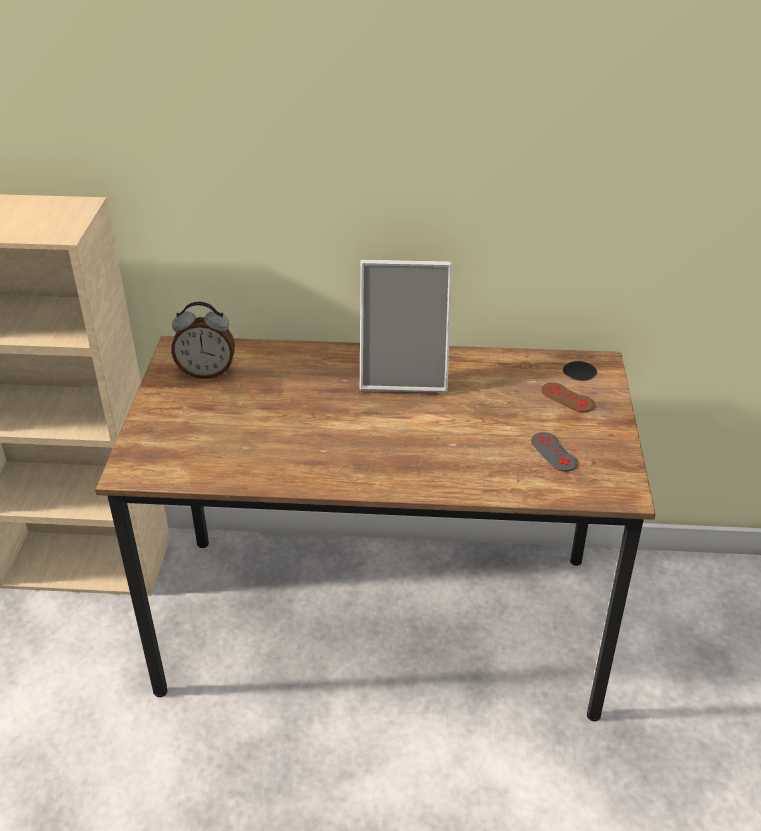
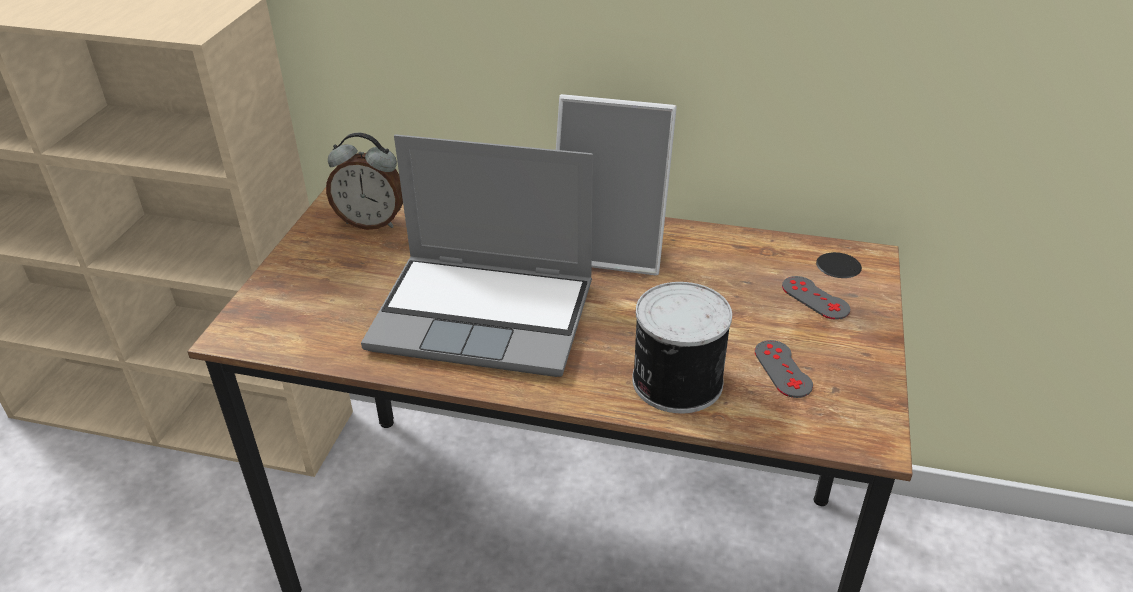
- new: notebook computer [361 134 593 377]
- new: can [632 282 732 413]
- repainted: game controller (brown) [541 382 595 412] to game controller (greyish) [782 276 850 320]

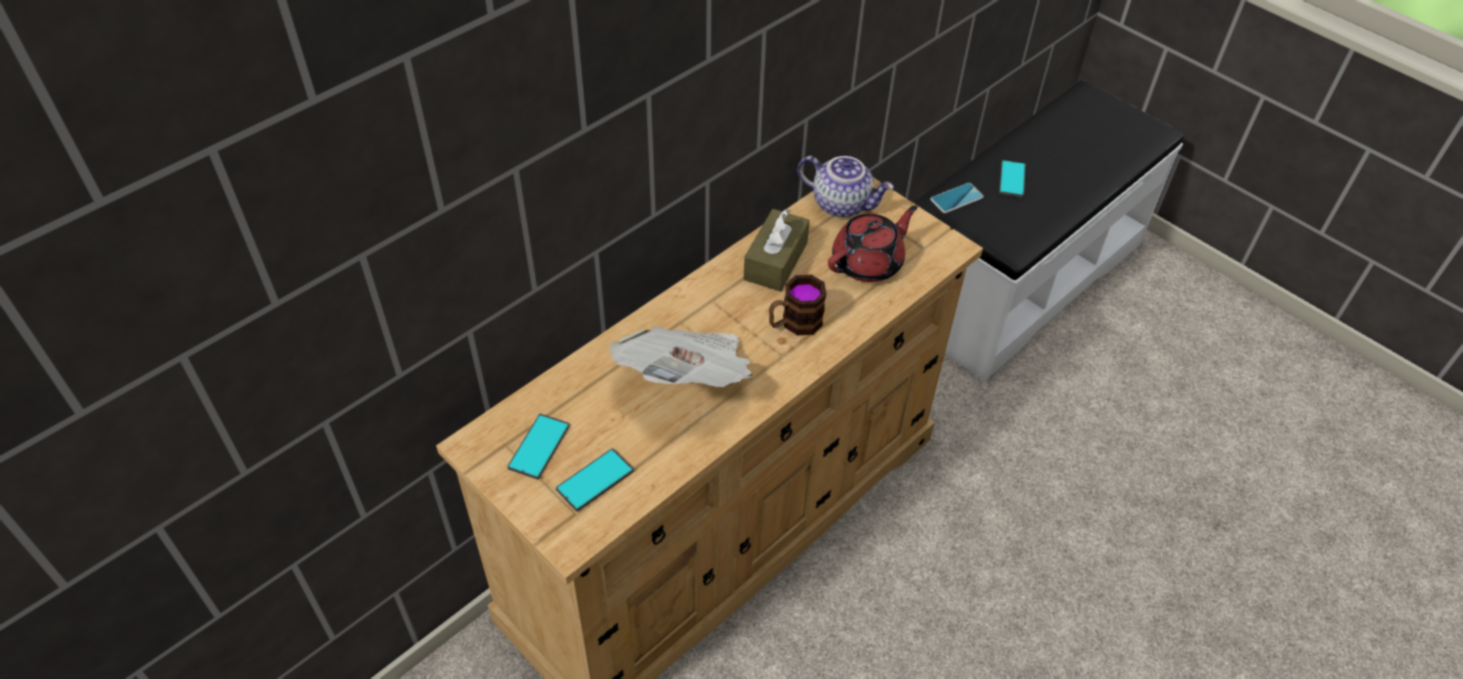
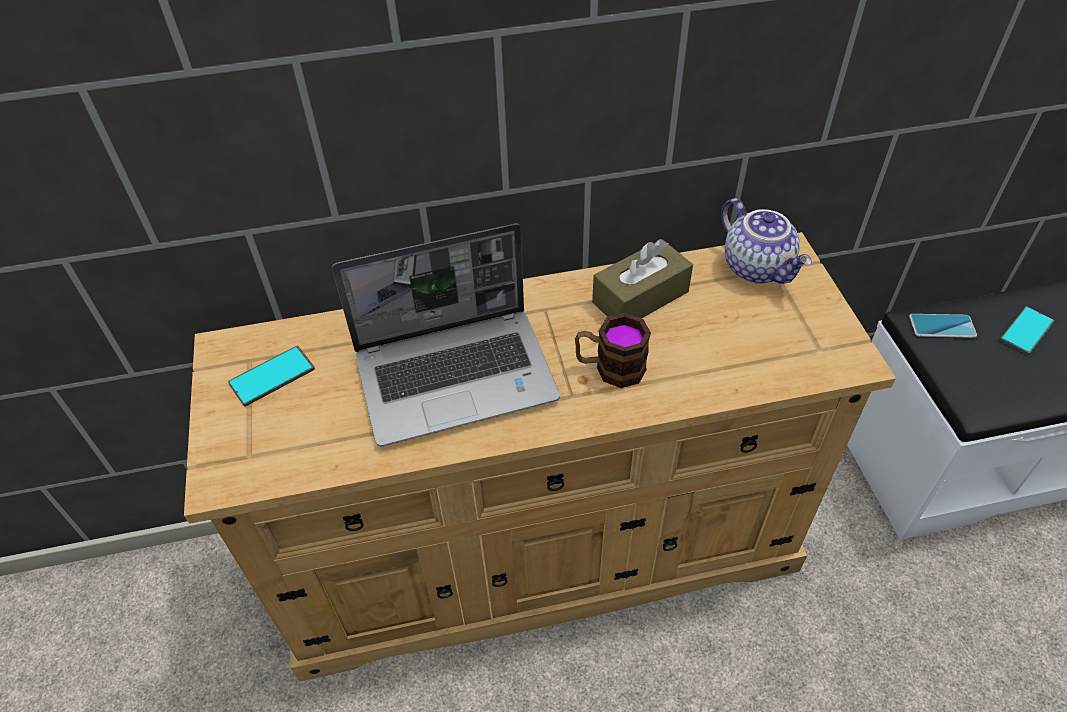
- gone: handset [556 448 634 511]
- gone: tea pot (reddish) [828 205 918 282]
- swapped: printed paper [609 326 753 387] to notebook computer [332 224 560 446]

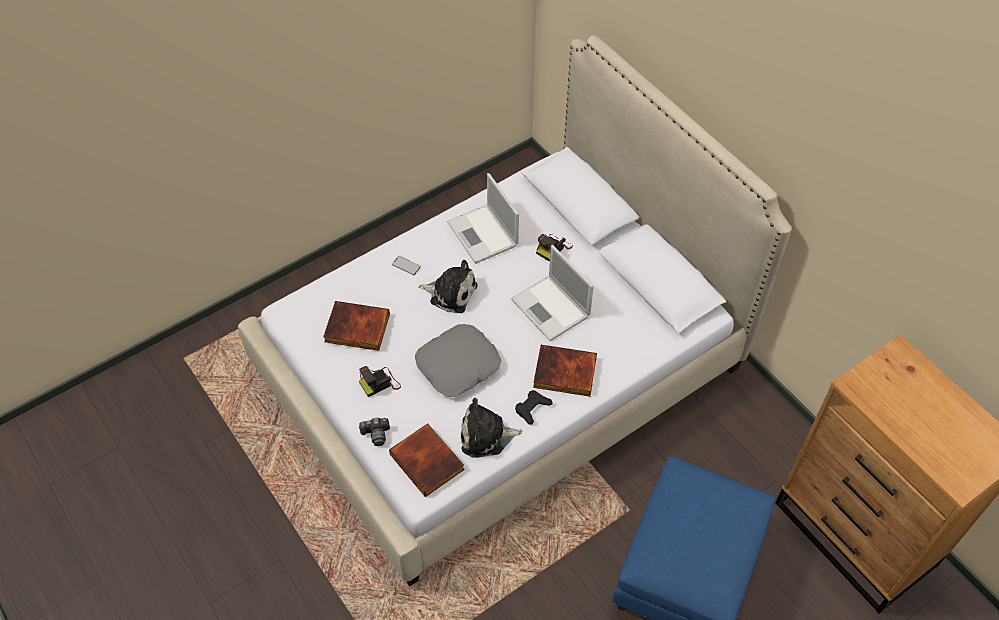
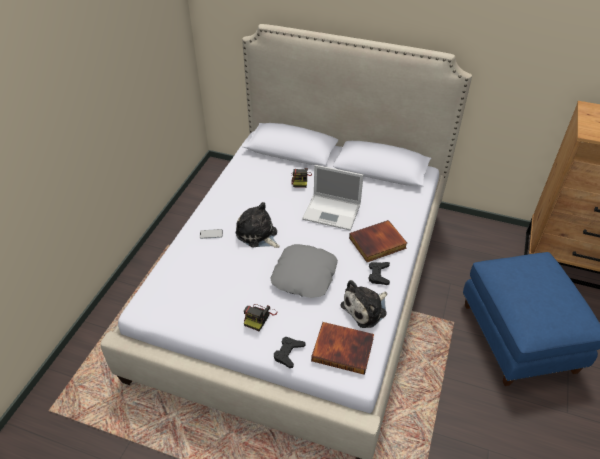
- gone: volume [323 301 390 351]
- gone: notebook computer [447 173 519 264]
- swapped: photo camera [359 418 390 446] to game controller (black-coloured) [274 337 306 368]
- rotated: cuddly toy [419 260 477 313] = [236 202 280 248] 120 degrees counterclockwise

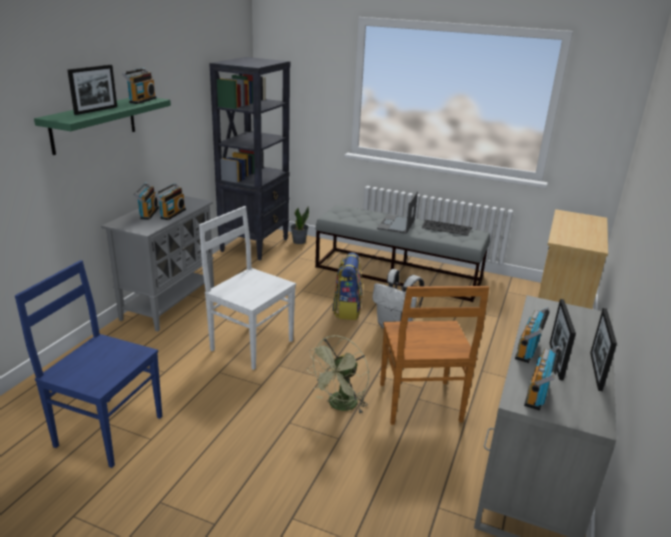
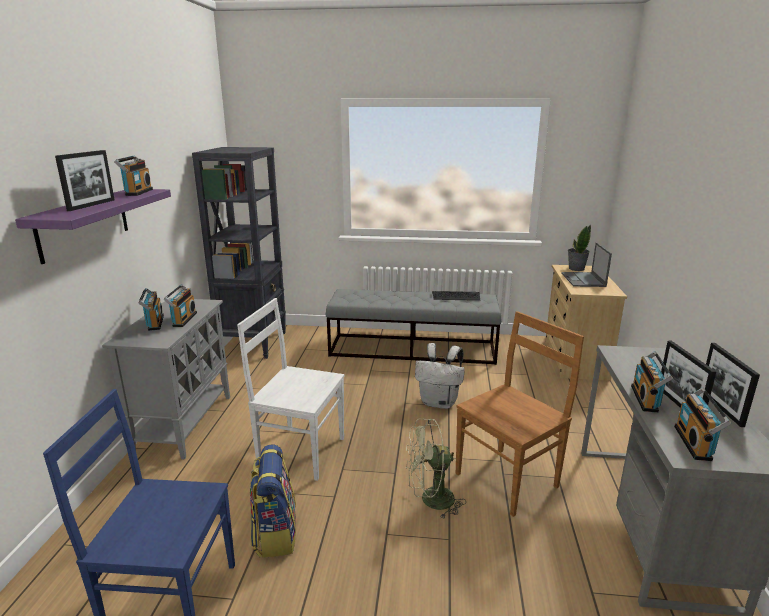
- shifted: potted plant [291 206 309 244] to [568 225 591 271]
- shifted: knapsack [332 253 363 320] to [250 444 296 558]
- shifted: notebook computer [377 191 418 234] to [561 242 612 287]
- repainted: shelf (green) [34 98 171 155] to shelf (purplish) [15 189 171 264]
- rotated: cooling fan (green) [307 335 369 414] = [406 419 466 520] 60 degrees clockwise
- rotated: upright chair (brown) [380 286 489 425] = [456 311 584 517] 105 degrees counterclockwise

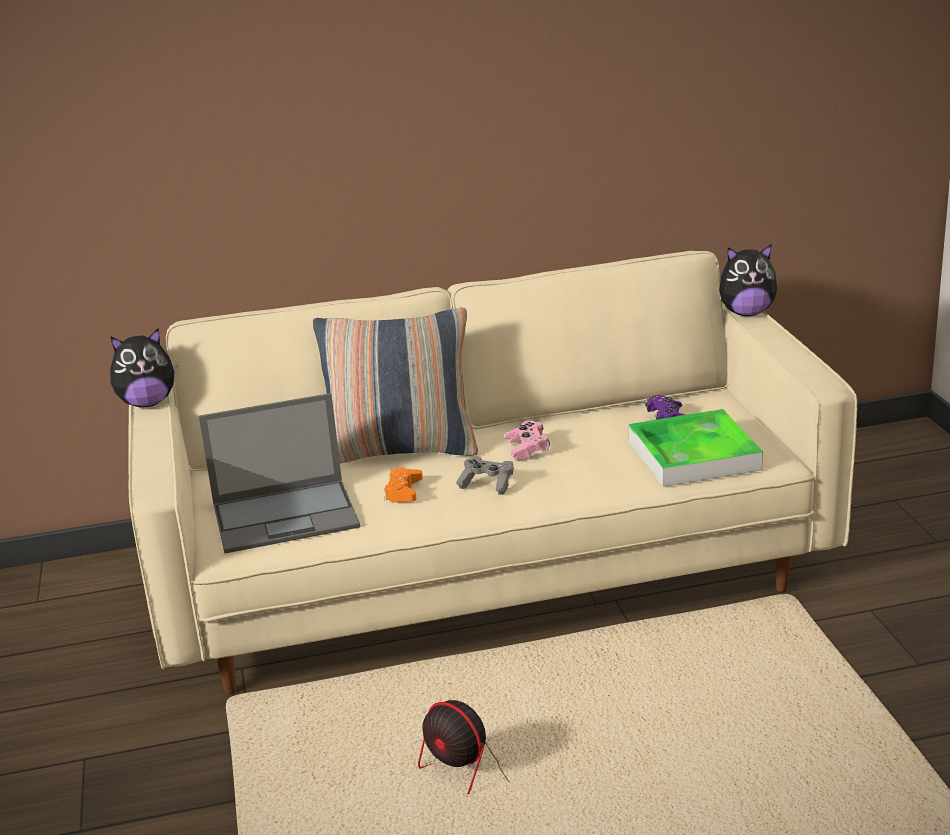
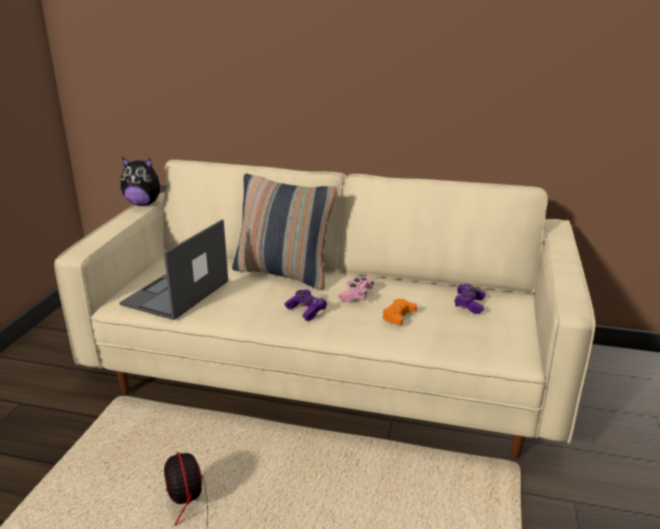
- gone: carrying tray [629 409 763 487]
- gone: cuddly toy [719 245 778 316]
- shifted: game controller (orange) [384 468 423 503] to [382 299 417 325]
- repainted: game controller (greyish) [456 456 514 495] to game controller (purplish) [284 290 327 321]
- rotated: notebook computer [199 393 360 553] = [119 220 228 320] 105 degrees clockwise

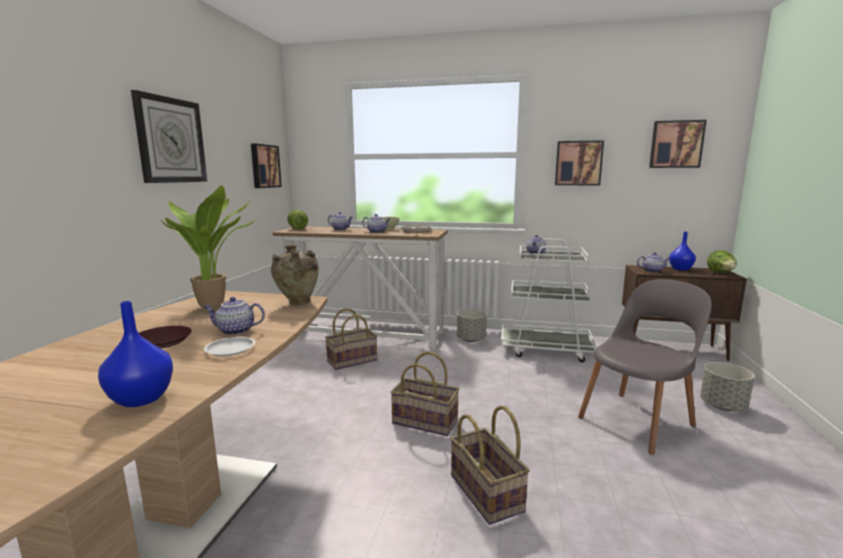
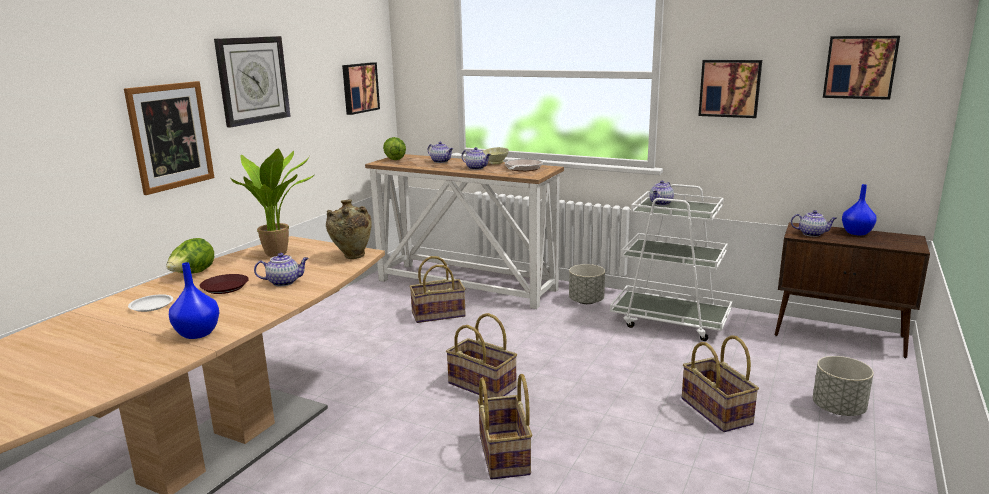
- new: wall art [124 81 214 195]
- shifted: dinner plate (white) [204 337 255 356] to [128 294 173 312]
- shifted: head of lettuce [707 250 737 273] to [166 238 214 274]
- swapped: upright chair (greyish) [578 279 712 455] to household basket [682 335 759 432]
- rotated: tea pot [204 297 265 335] = [254 253 309 286] 150 degrees clockwise

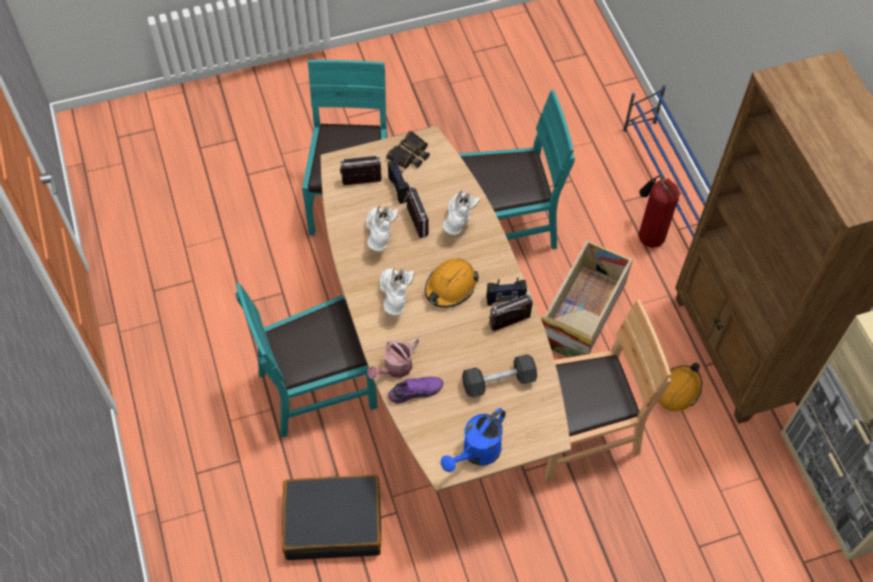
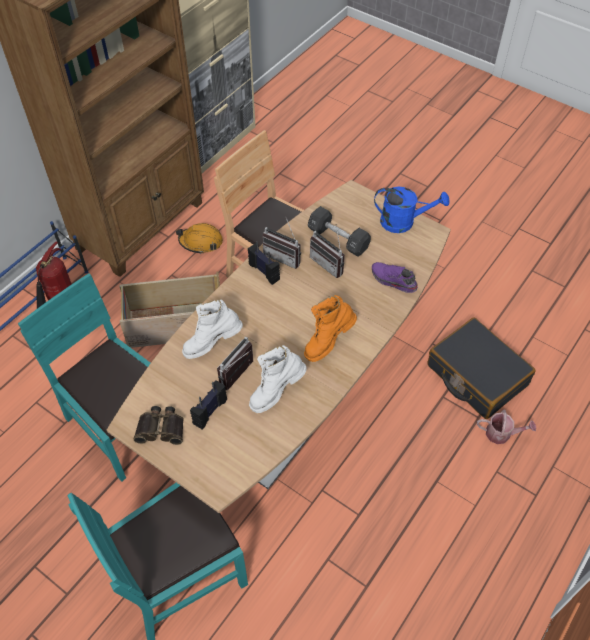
- gone: upright chair (turquoise) [235 283 378 438]
- gone: work helmet (orange) [425 258 479 308]
- shifted: radio receiver [340 155 382 186] to [310 224 345 278]
- shifted: watering pot [367 338 419 379] to [477 409 536 444]
- repainted: boot (white) [379 267 414 316] to boot (orange) [304 295 357 362]

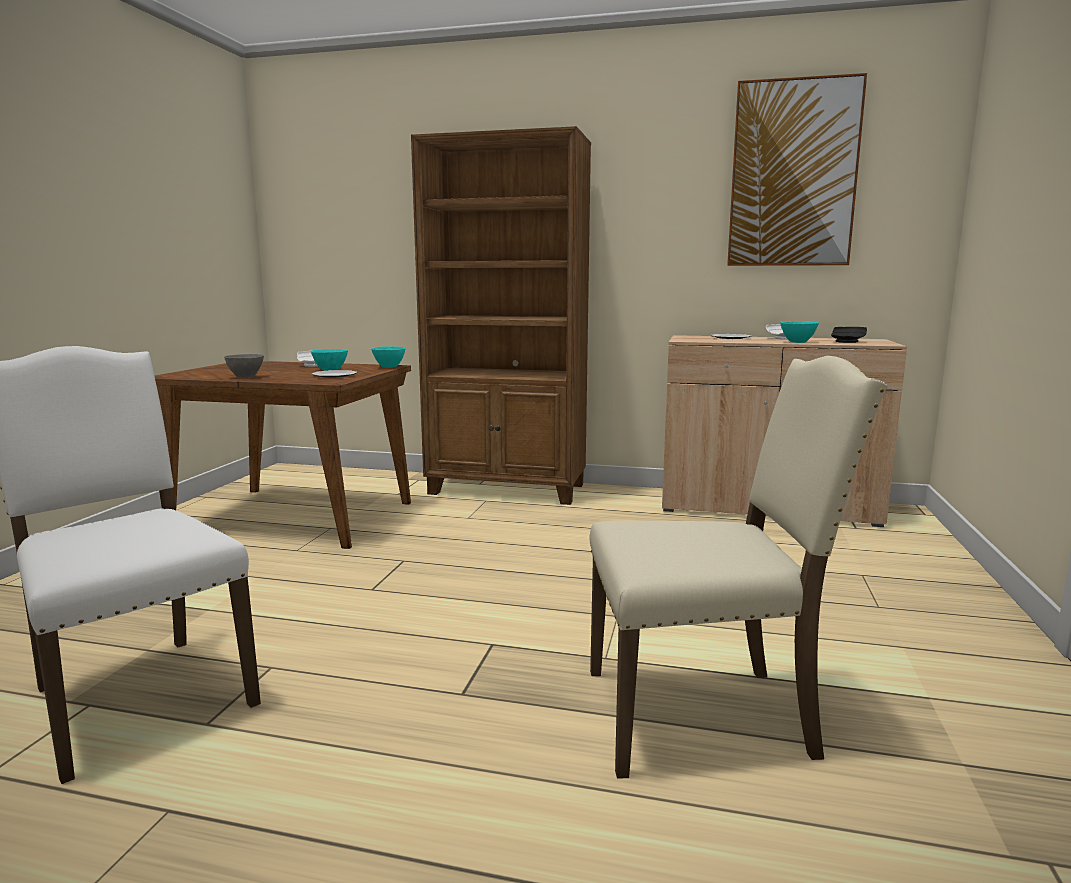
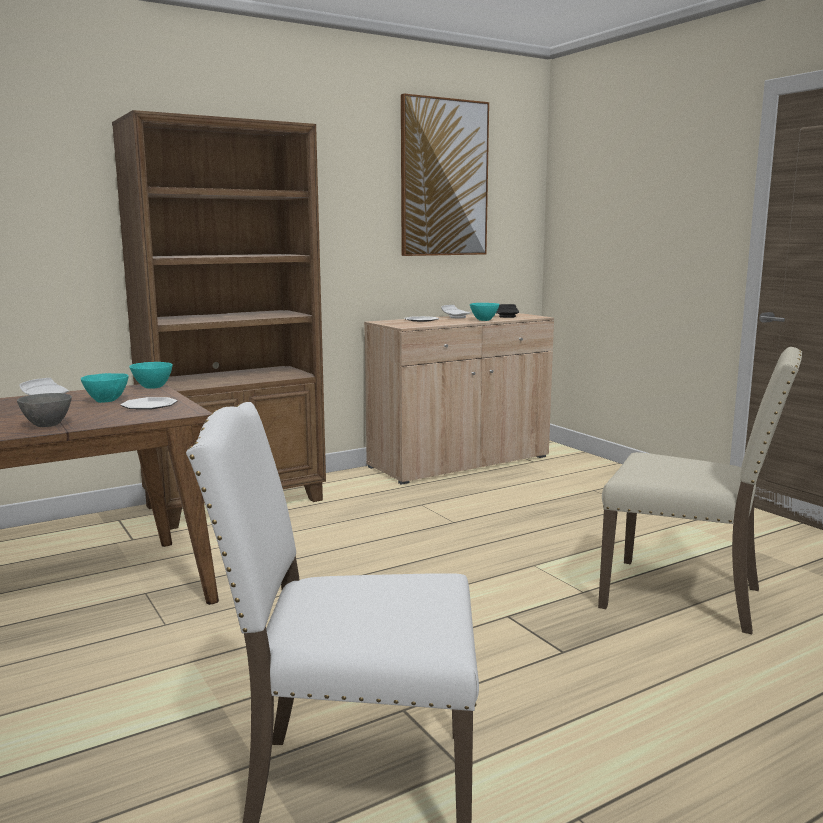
- rotated: upright chair (beige) [589 356 888 779] = [598 347 802 634] 75 degrees clockwise

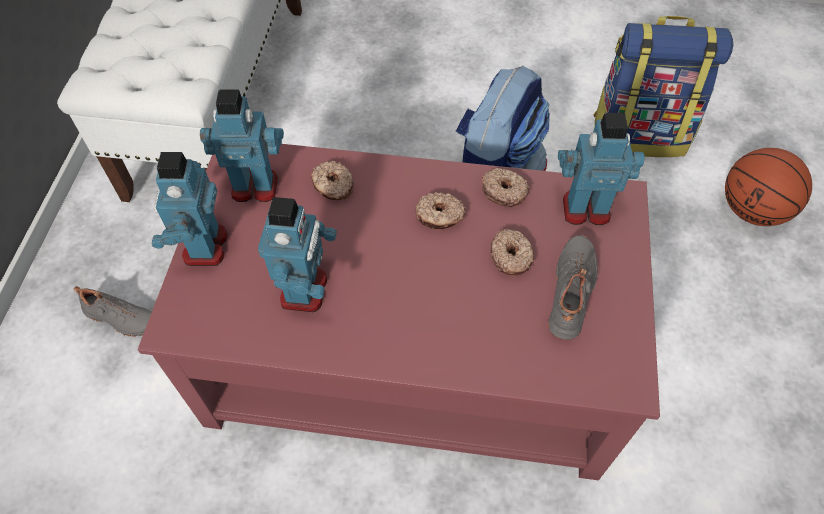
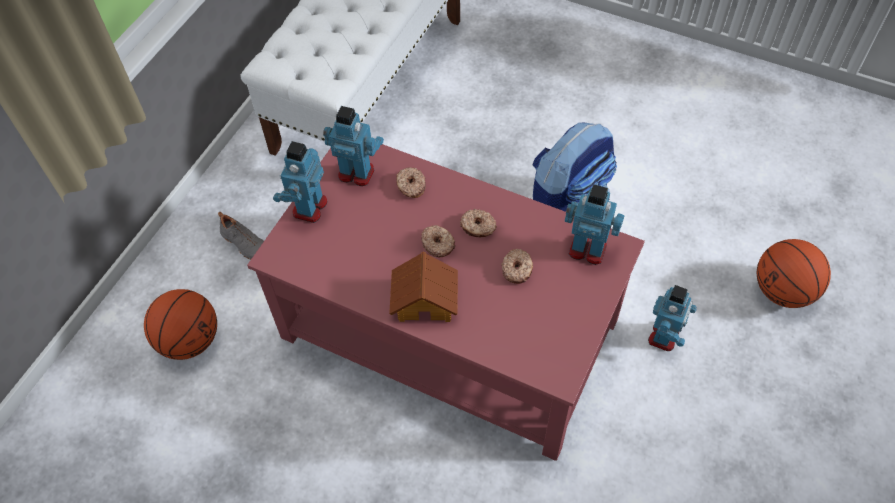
- gone: low shoe (greyish) [548 235 598 340]
- gone: knapsack [594 16 733 157]
- new: basketball ball [144 289 217 360]
- new: model house [389 251 458 322]
- shifted: robot figure [258 197 337 312] to [648 285 697 351]
- shifted: donut [482 168 530 207] to [421 225 455 257]

